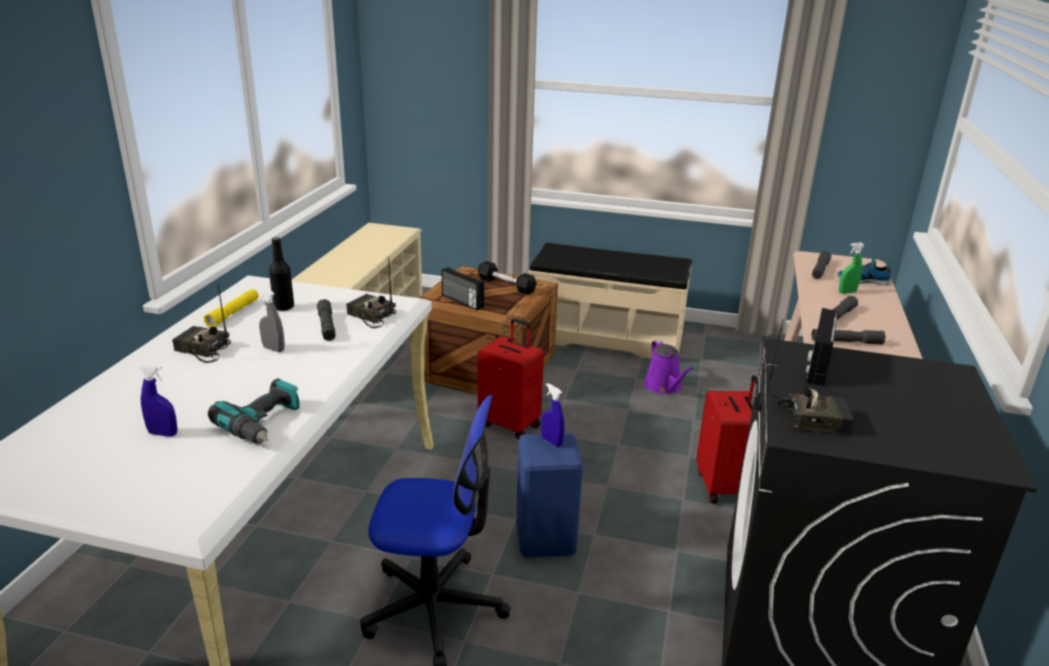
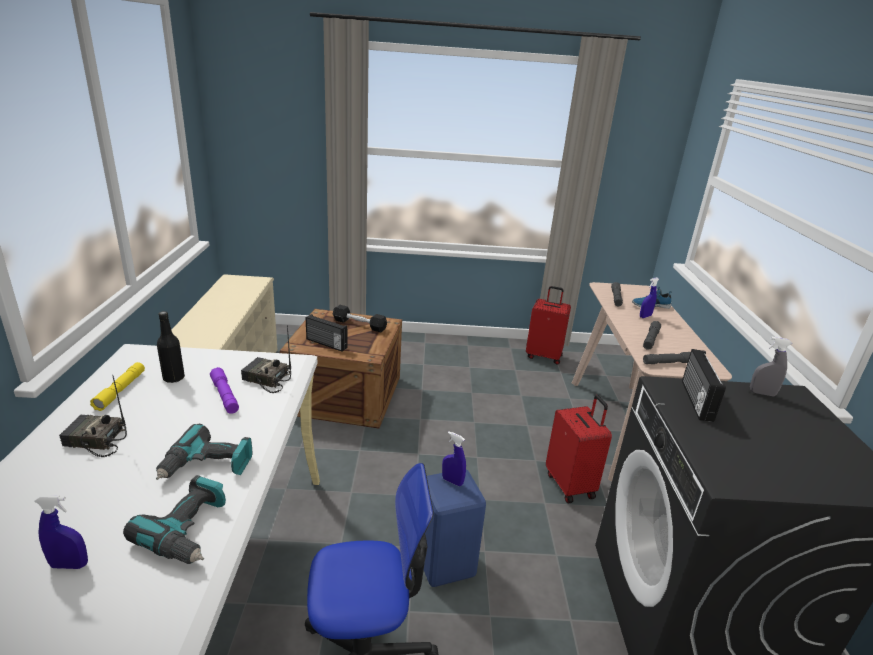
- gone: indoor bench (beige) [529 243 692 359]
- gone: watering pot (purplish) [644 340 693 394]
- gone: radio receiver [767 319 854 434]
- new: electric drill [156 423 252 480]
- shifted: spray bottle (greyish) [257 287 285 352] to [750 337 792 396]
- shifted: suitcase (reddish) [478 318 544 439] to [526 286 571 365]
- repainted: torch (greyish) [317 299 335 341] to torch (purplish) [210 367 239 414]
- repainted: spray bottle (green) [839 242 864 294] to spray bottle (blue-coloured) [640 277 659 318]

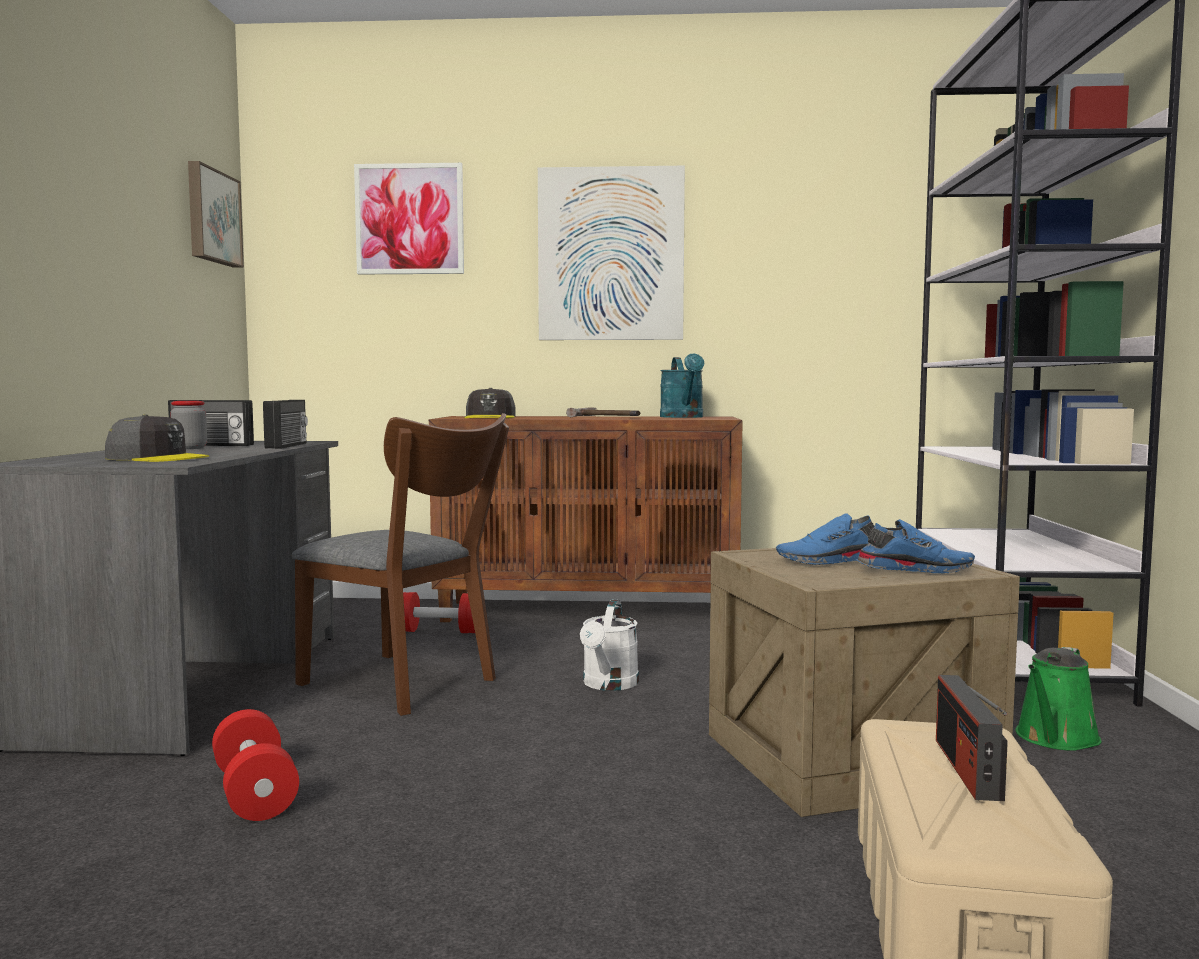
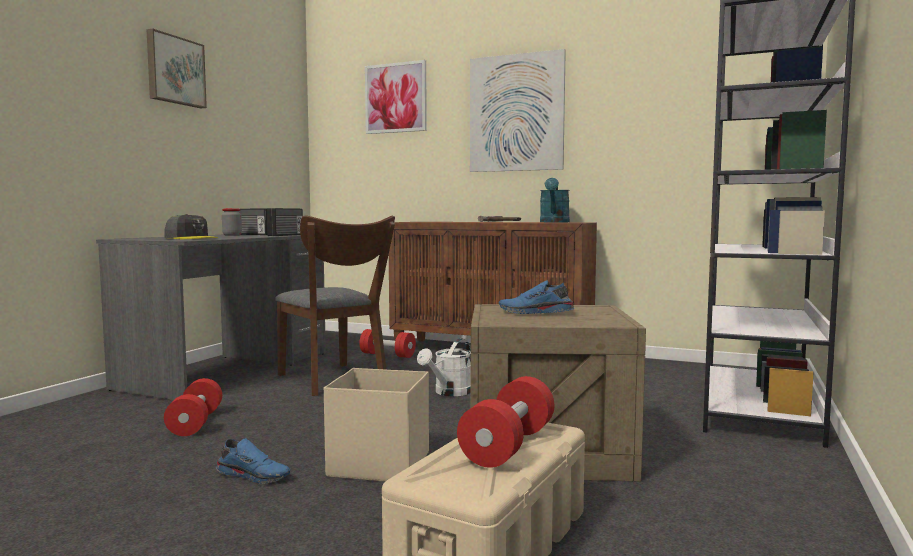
- gone: peaked cap (greyish) [464 388 515 418]
- gone: watering pot (green) [1015 647 1102 751]
- new: storage container (beige) [324 368 429 482]
- shifted: wall art [188 161 244 268] to [146 28 207 108]
- shifted: low shoe (blue-coloured) [856 519 975 574] to [216 438 290 484]
- swapped: radio receiver [936 675 1008 801] to hand weight (reddish) [457 376 554 468]

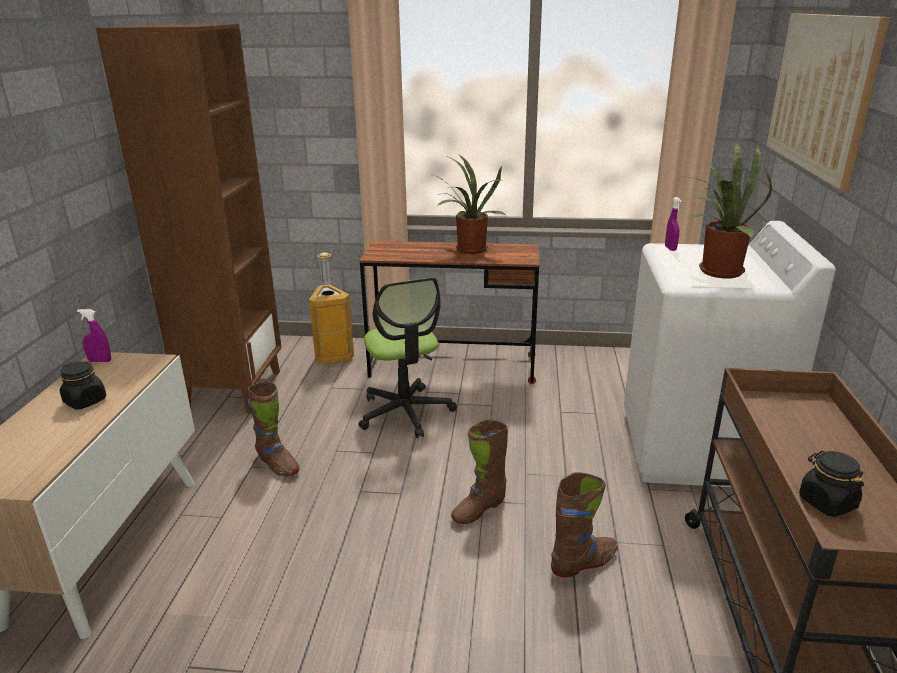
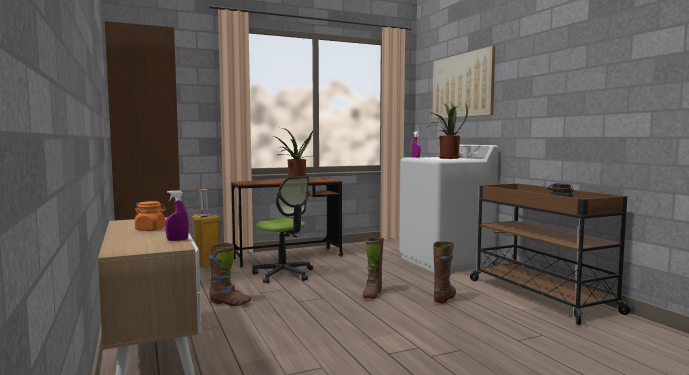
- shifted: spray bottle (purplish) [77 309 111 362] to [165 190 189 241]
- repainted: jar (black-coloured) [60 361 106 410] to jar (orange) [135 201 166 231]

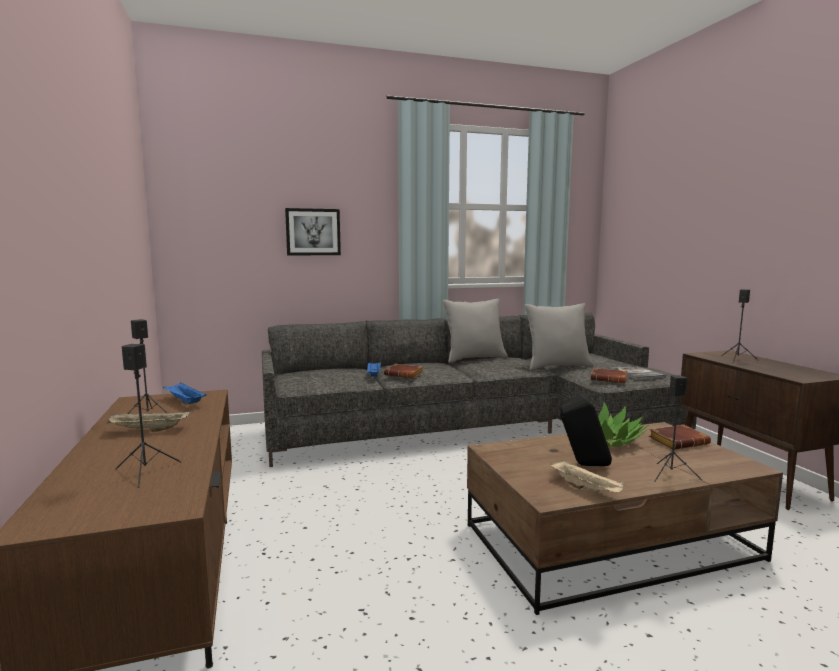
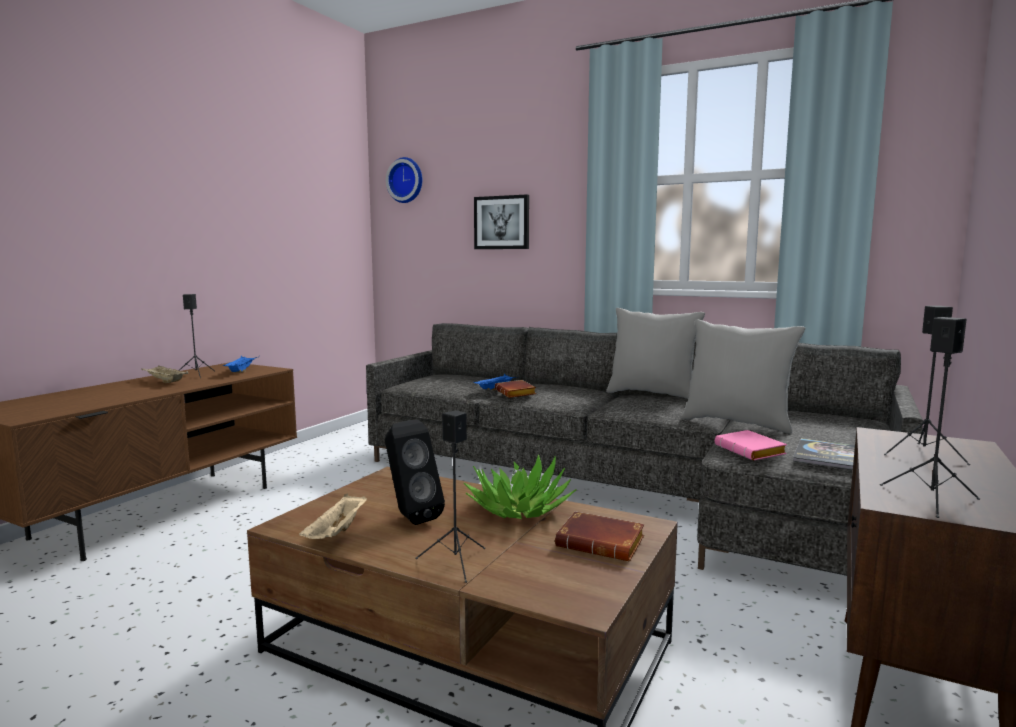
- new: hanging clock [386 157 422 203]
- shifted: audio speaker (black-coloured) [115 344 182 488] to [880 317 980 518]
- repainted: volume (brown) [590 368 628 383] to volume (pink) [715 430 787 460]

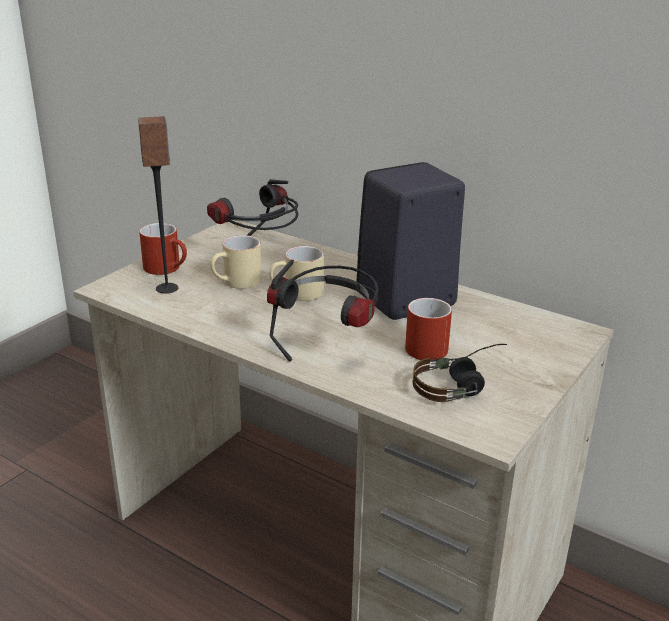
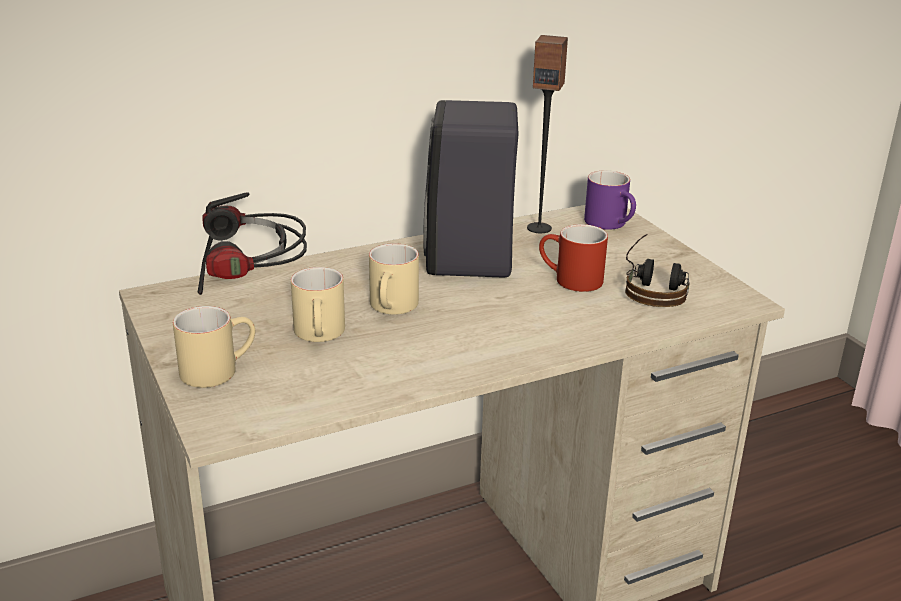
- gone: headset [267 260 378 361]
- new: tea mug (purplish) [584 170 636 230]
- shifted: audio speaker [138 116 178 294] to [527 35 568 233]
- repainted: tea mug (reddish) [139 223 187 275] to tea mug (beige) [173 306 255 388]

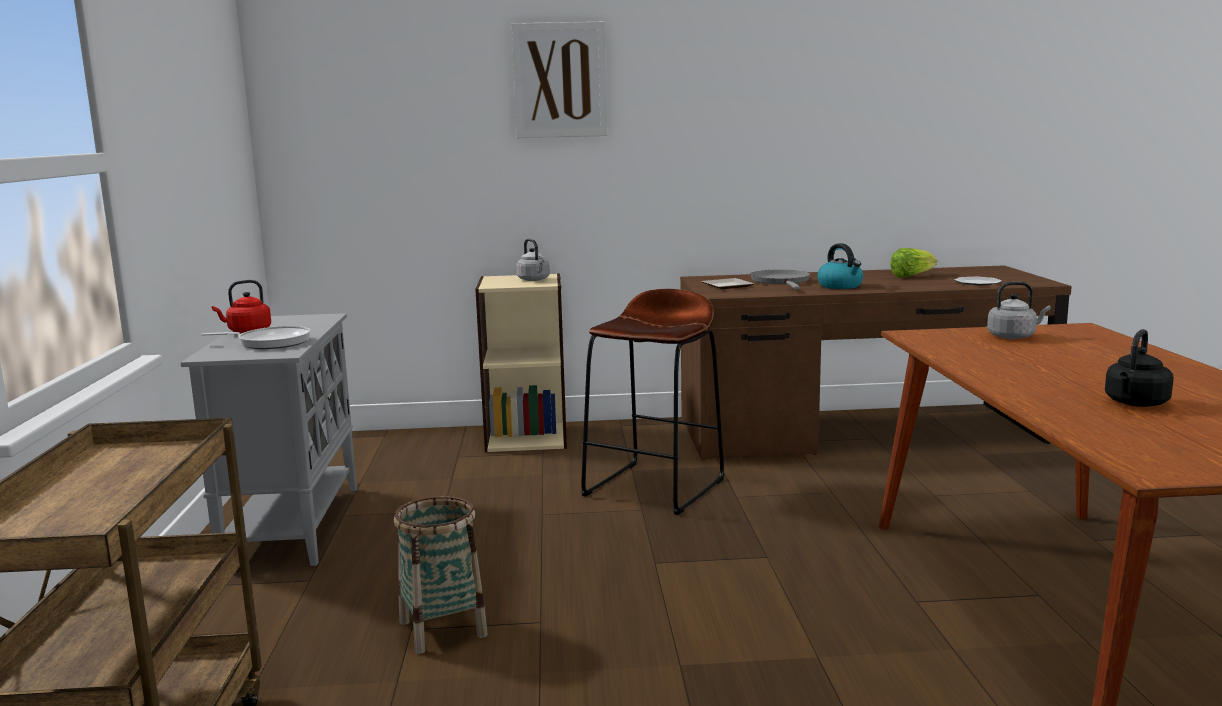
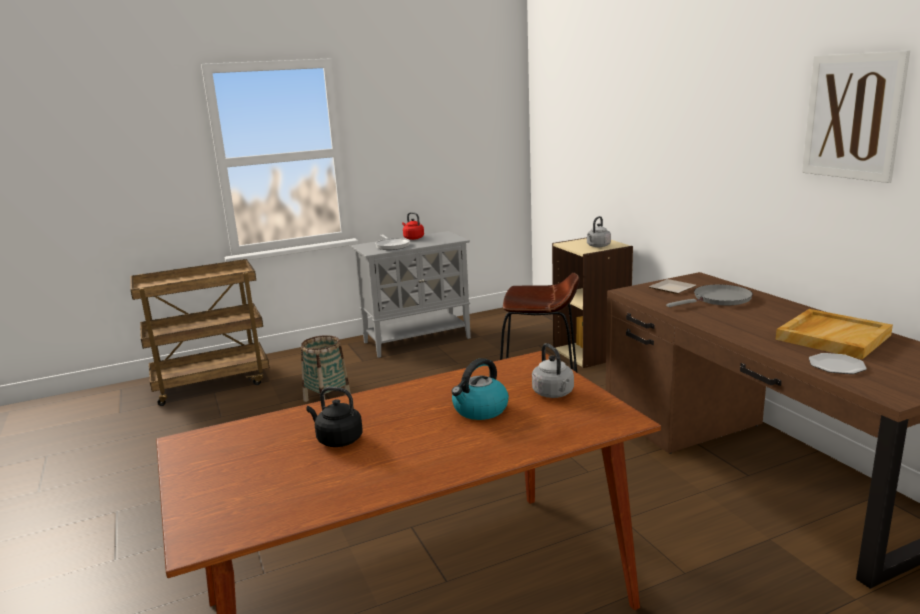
- shifted: wall art [512 22 607 138] to [802 51 910 183]
- shifted: kettle [817 243 863 289] to [451 358 509 420]
- swapped: head of lettuce [890 248 937 278] to carrying tray (beige) [776 309 893 359]

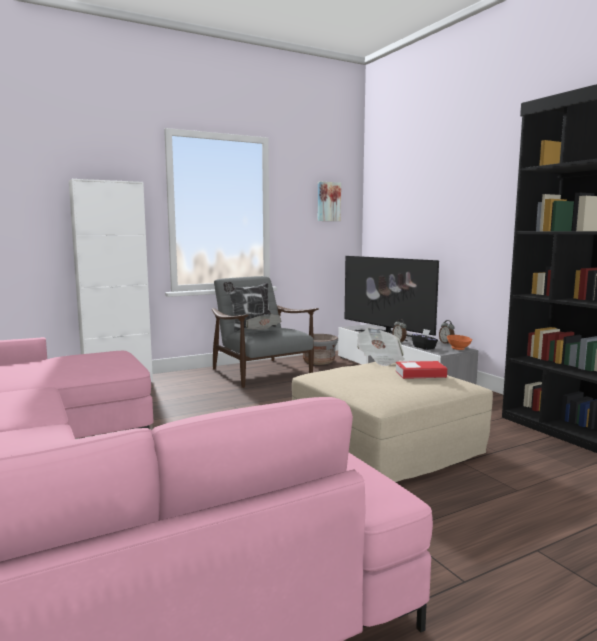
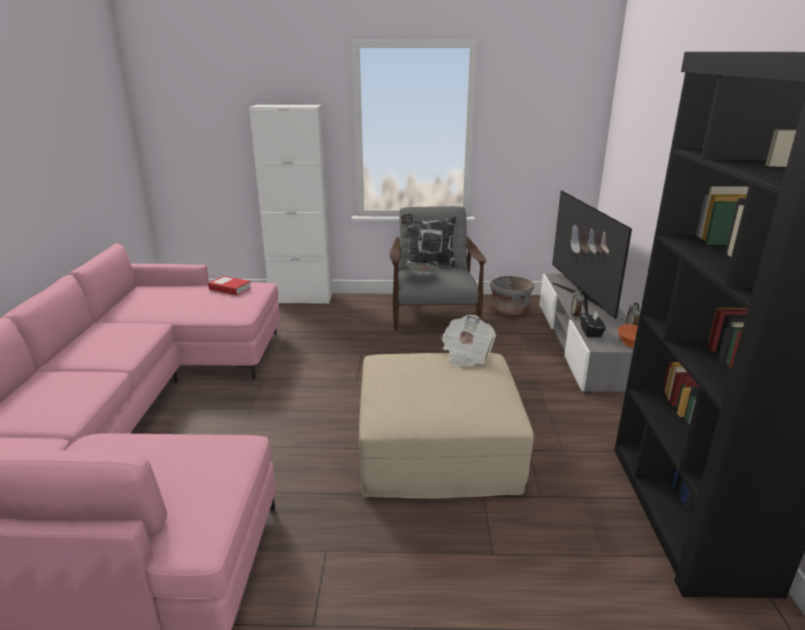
- gone: wall art [318 182 341 221]
- shifted: volume [396 361 447 379] to [208 276 251 296]

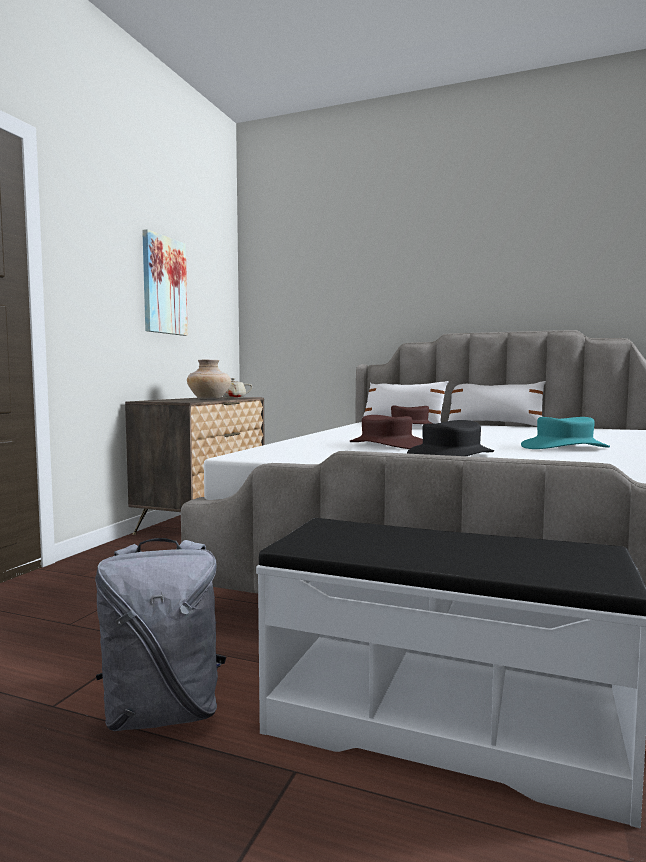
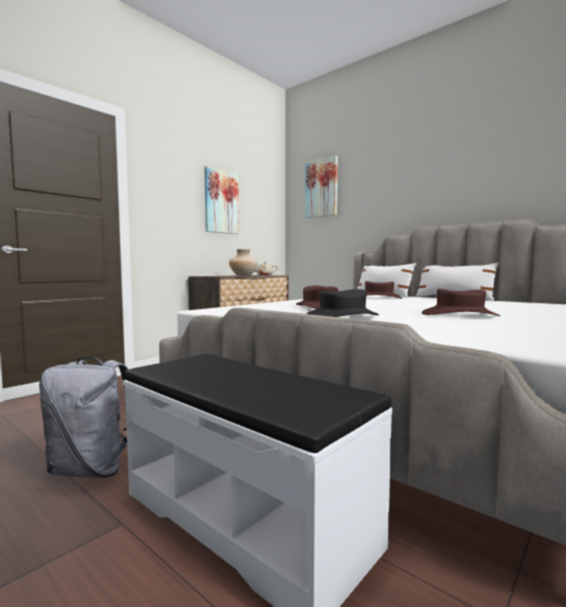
- new: wall art [305 155 338 218]
- repainted: hat (turquoise) [521 417 610 449] to hat (brown) [422 289 500 316]

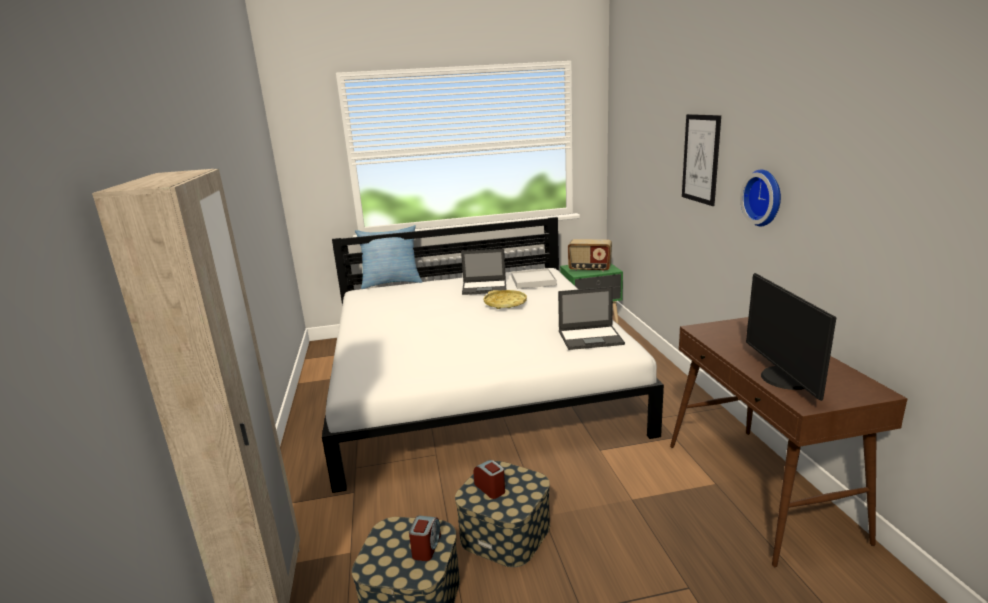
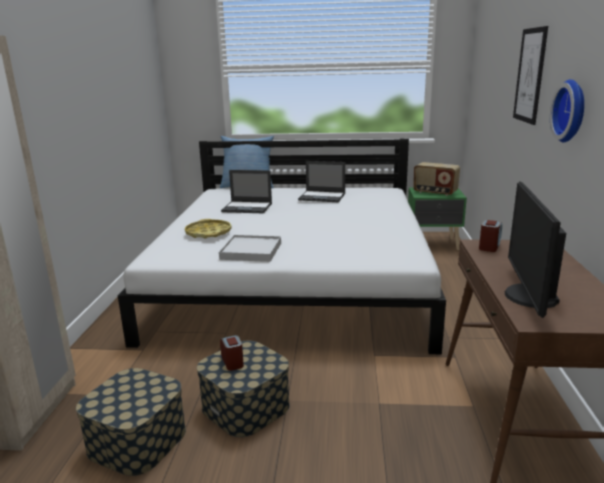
- shifted: alarm clock [409 516 441 561] to [479 220 502 252]
- shifted: carrying tray (yellow-coloured) [484 290 527 309] to [185 219 232 239]
- shifted: carrying tray (white) [511 268 557 289] to [219 235 281 262]
- shifted: notebook computer [558 287 625 350] to [221 170 272 213]

